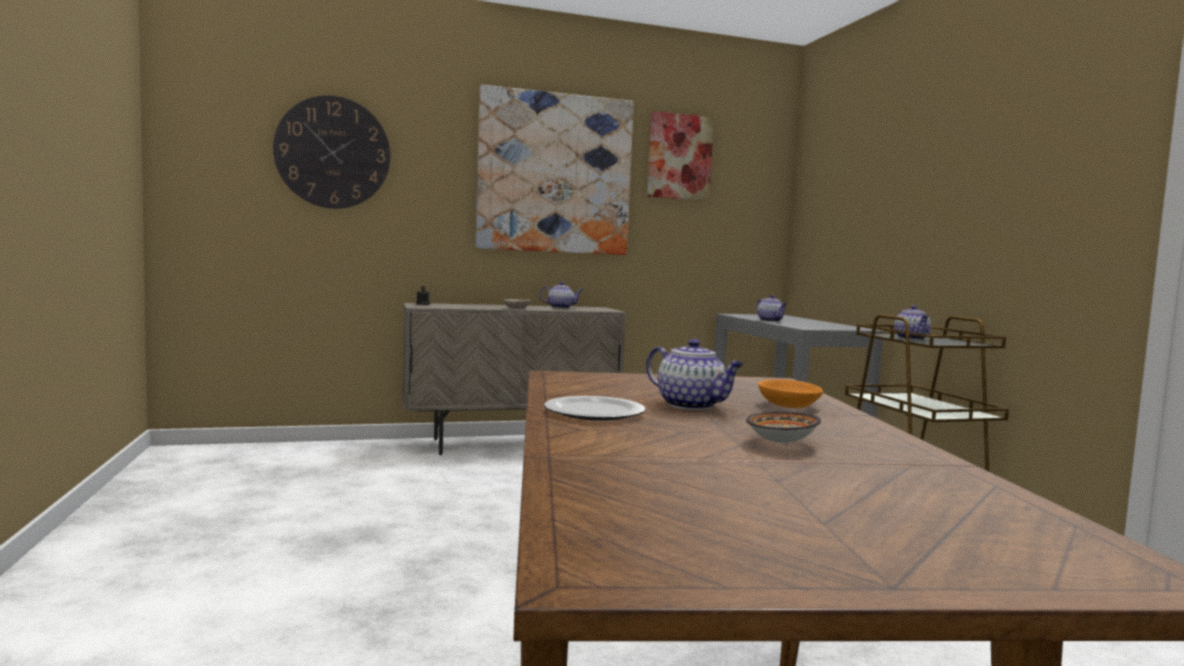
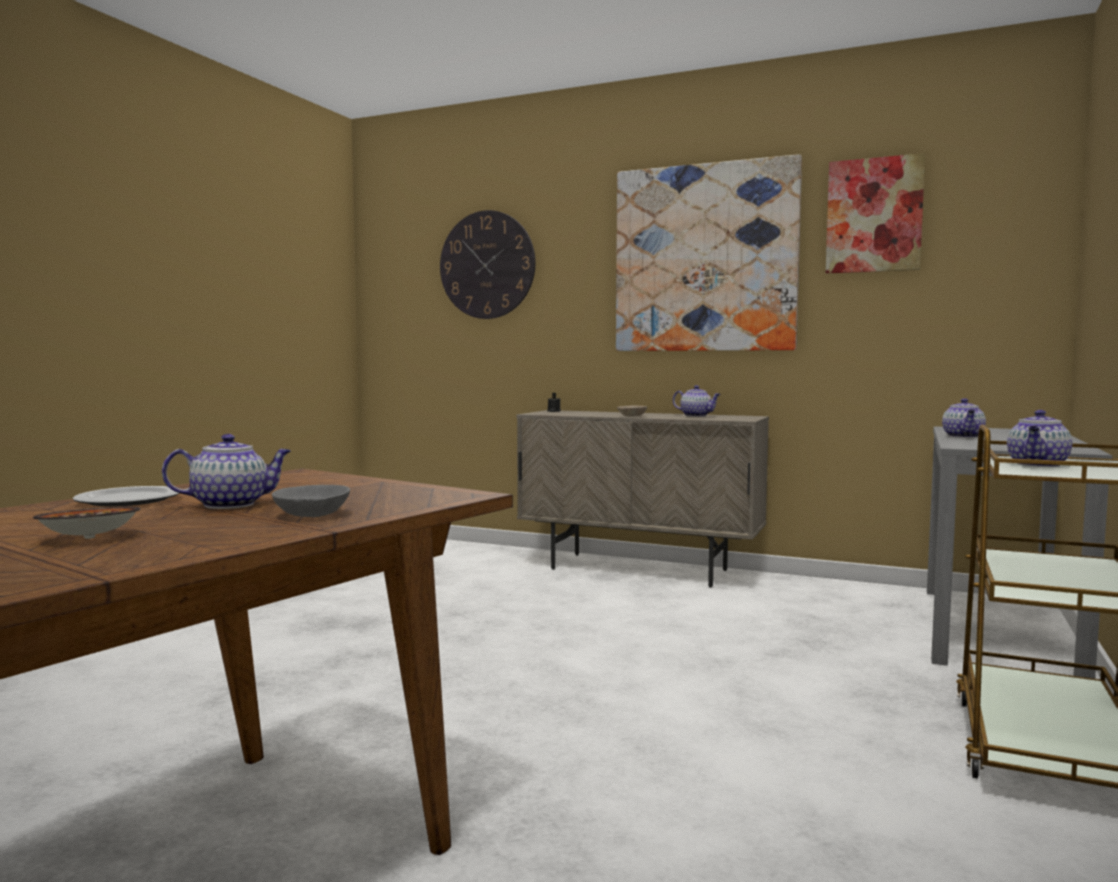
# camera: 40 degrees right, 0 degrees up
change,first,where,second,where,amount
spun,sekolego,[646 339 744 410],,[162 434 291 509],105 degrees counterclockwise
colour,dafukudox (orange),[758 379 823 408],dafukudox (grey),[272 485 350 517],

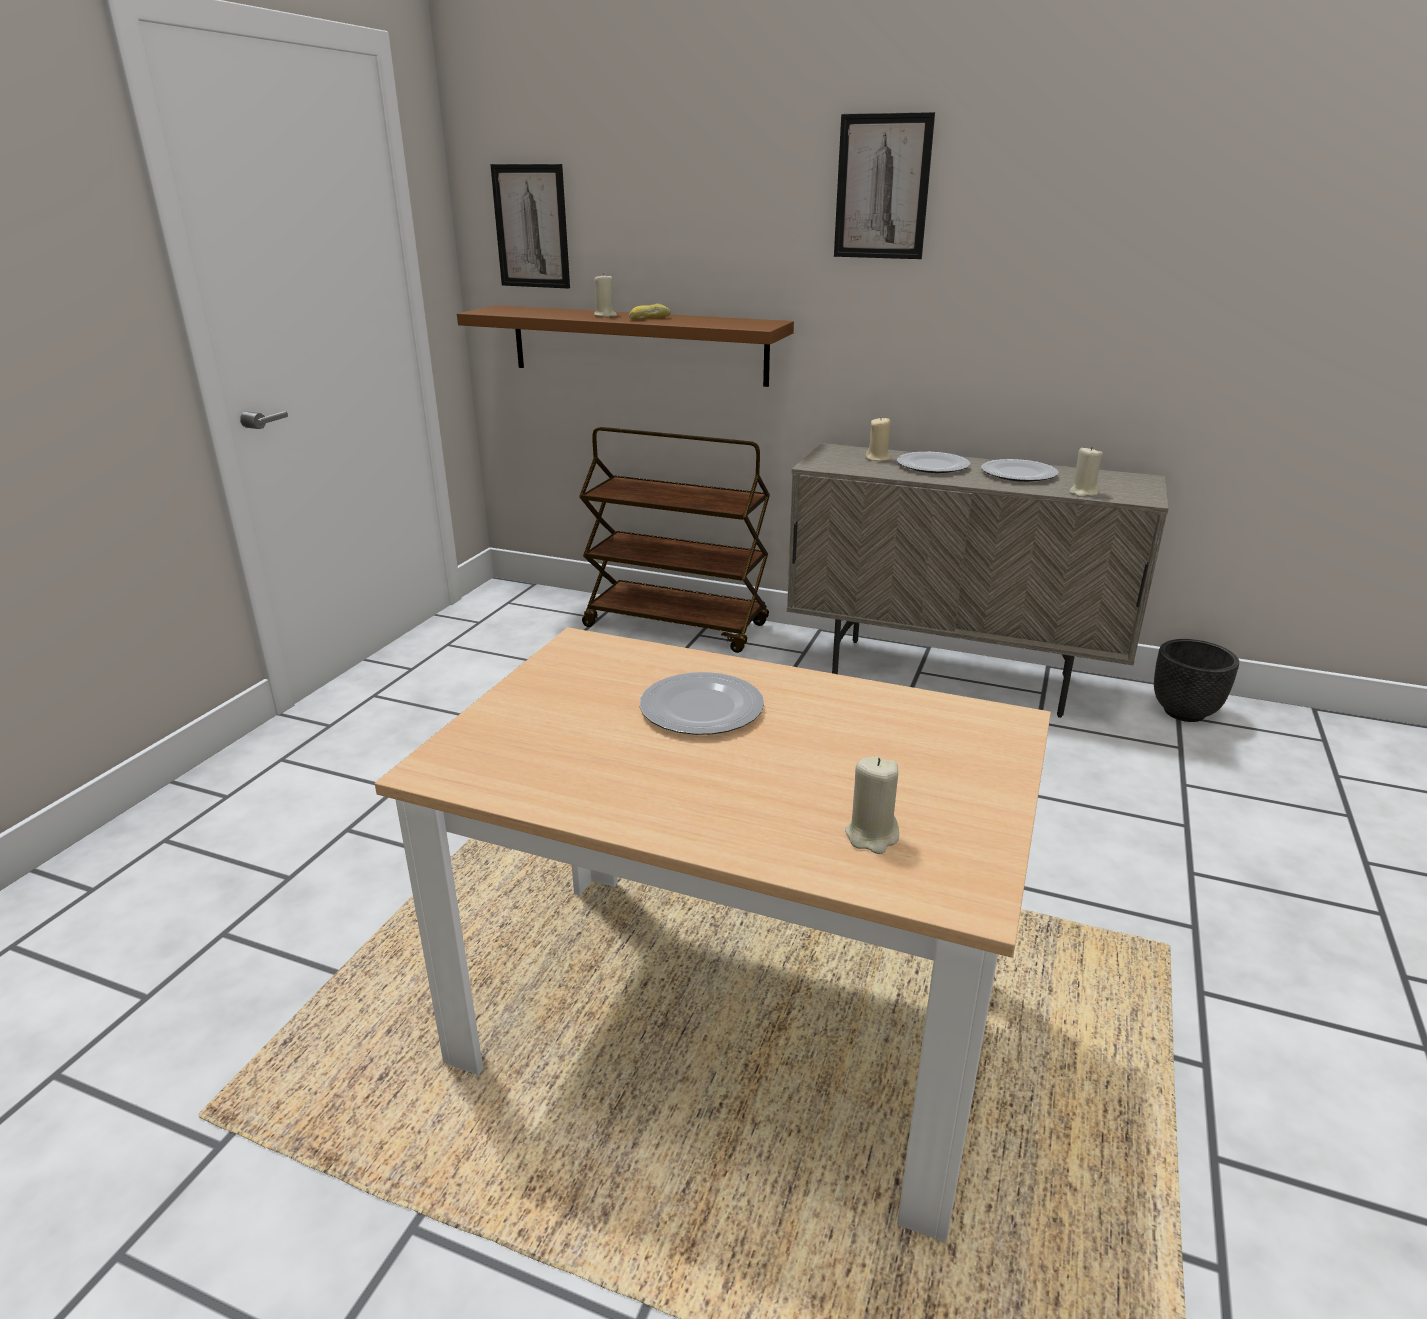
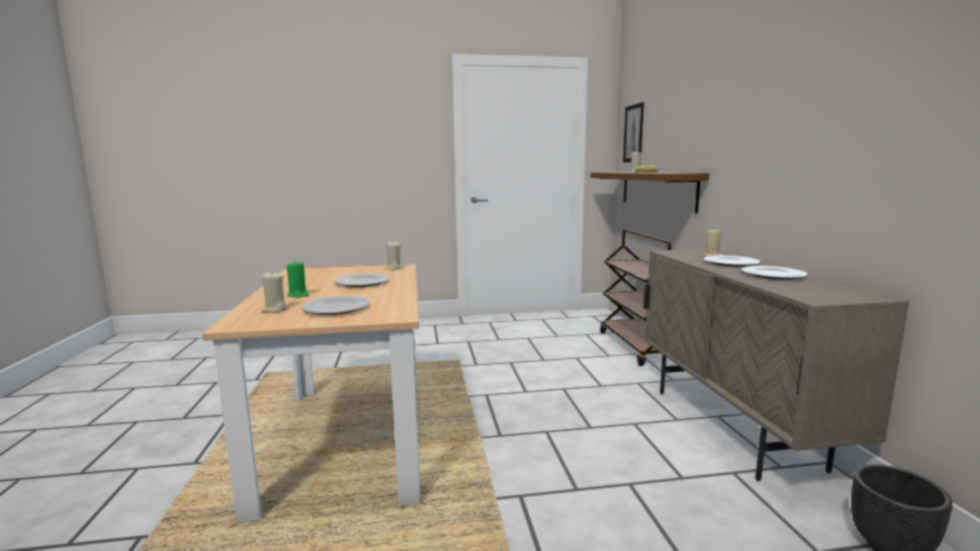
# camera: 60 degrees right, 15 degrees down
change,first,where,second,where,amount
appeared,,,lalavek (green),[287 260 309 298],
appeared,,,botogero,[301 296 370 315],
relocated,lalavek (beige),[1069 446 1103 497],,[385 241 403 270],
missing,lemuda,[834 112 935 259],,,

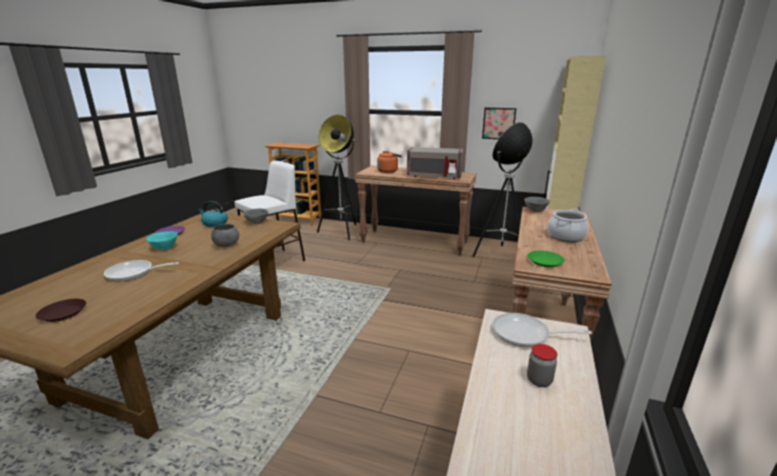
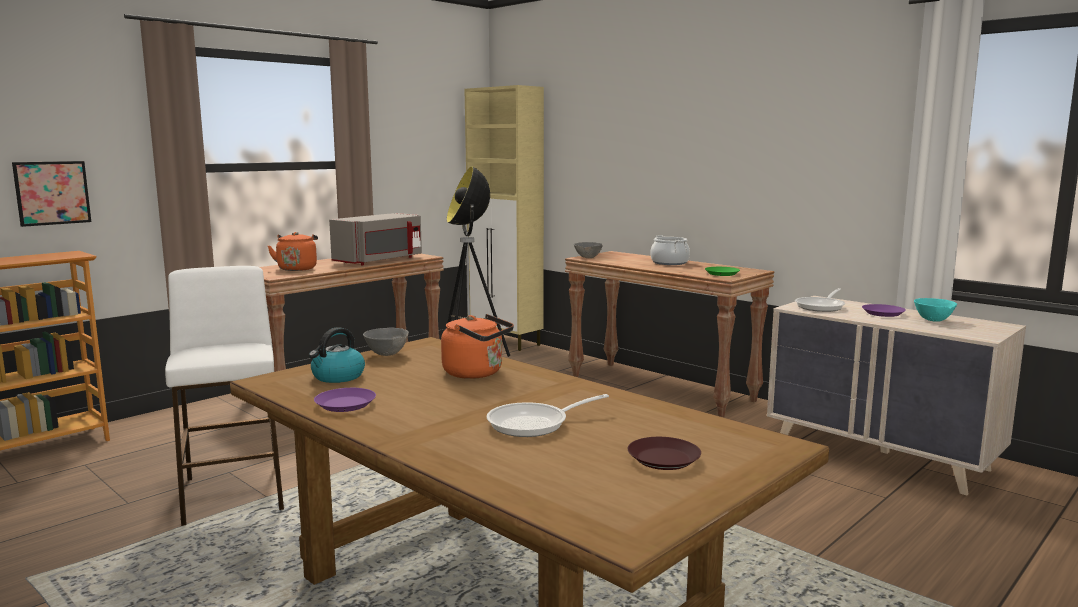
# camera: 65 degrees left, 10 degrees down
change,first,where,second,where,amount
relocated,lemuda,[482 108 516 139],,[12 161 91 227],
exchanged,dafukudox (grey),[211 224 239 247],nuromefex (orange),[441 314 514 379],
spun,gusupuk,[104 260 179 281],,[487 394 609 437],45 degrees clockwise
exchanged,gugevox,[527 344 557 387],botogero (purple),[862 304 906 317],
relocated,dafukudox (turquoise),[146 231 177 250],,[914 298 957 322],
missing,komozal,[317 115 356 240],,,

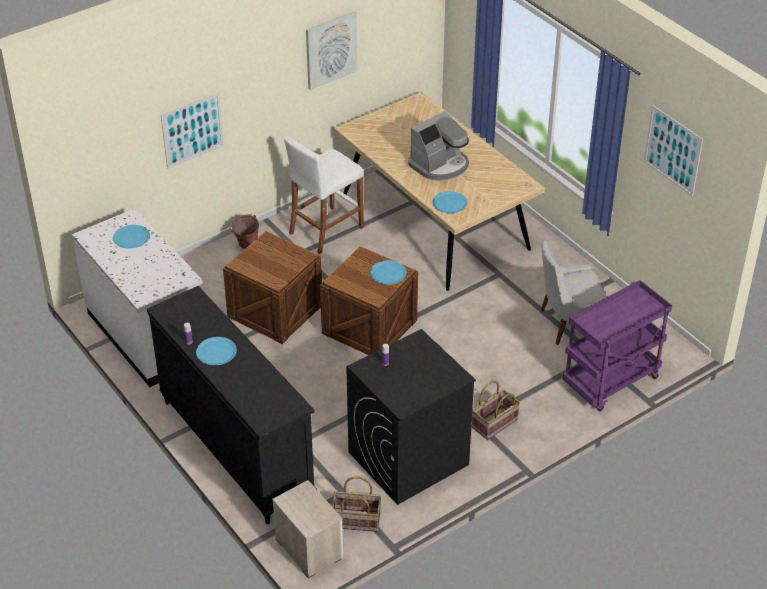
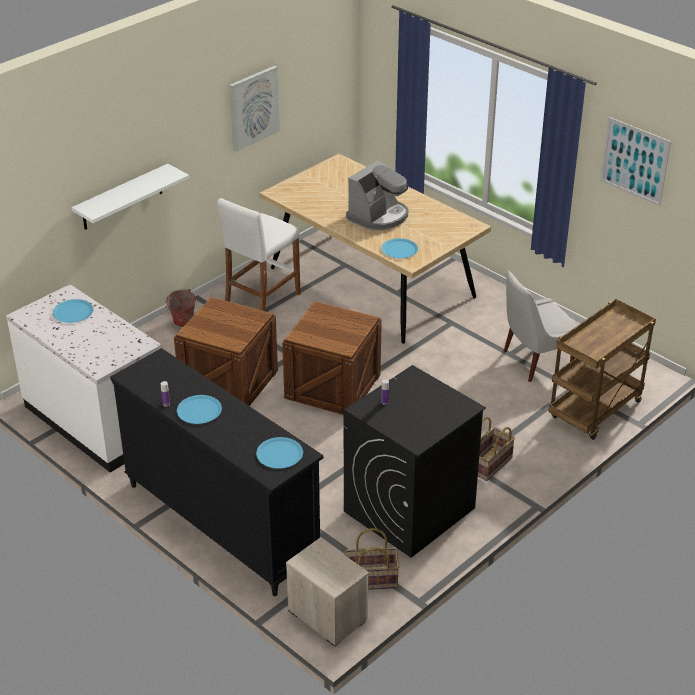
# camera: 10 degrees left, 5 degrees down
change,first,where,second,where,amount
exchanged,lemuda,[161 92 224 169],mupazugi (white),[72 164 189 230],
relocated,botogero (blue),[370 260 407 284],,[256 437 303 469],
colour,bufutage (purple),[562 280 672 411],bufutage (brown),[548 299 656 440],

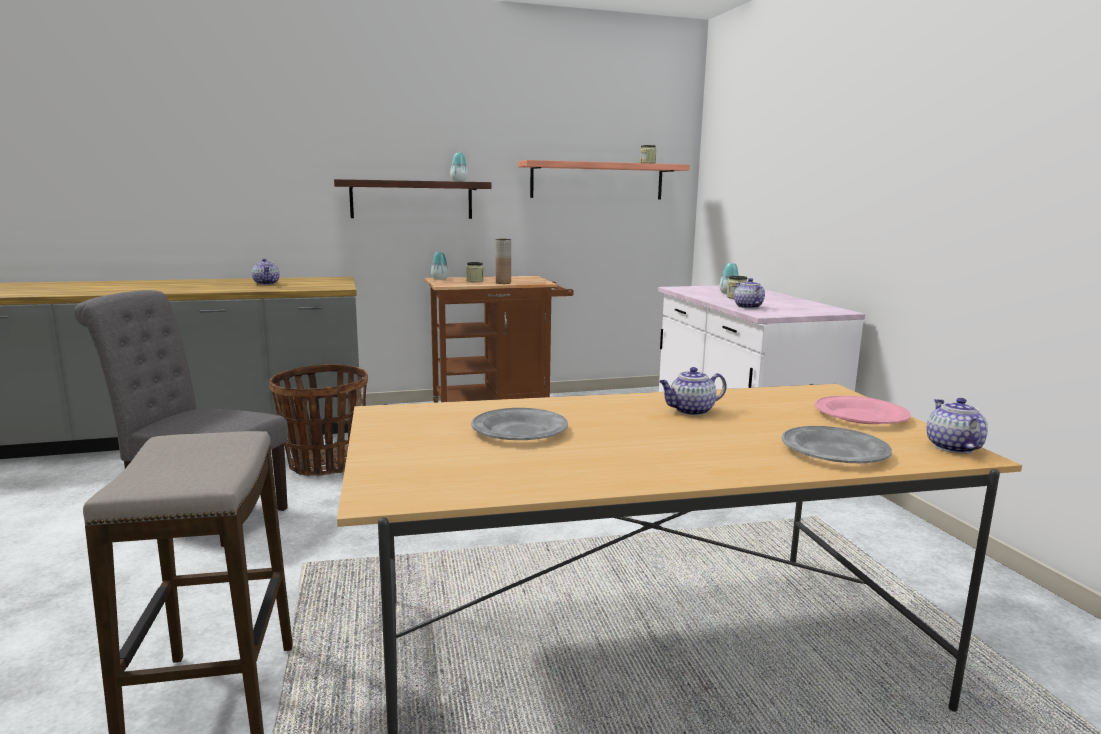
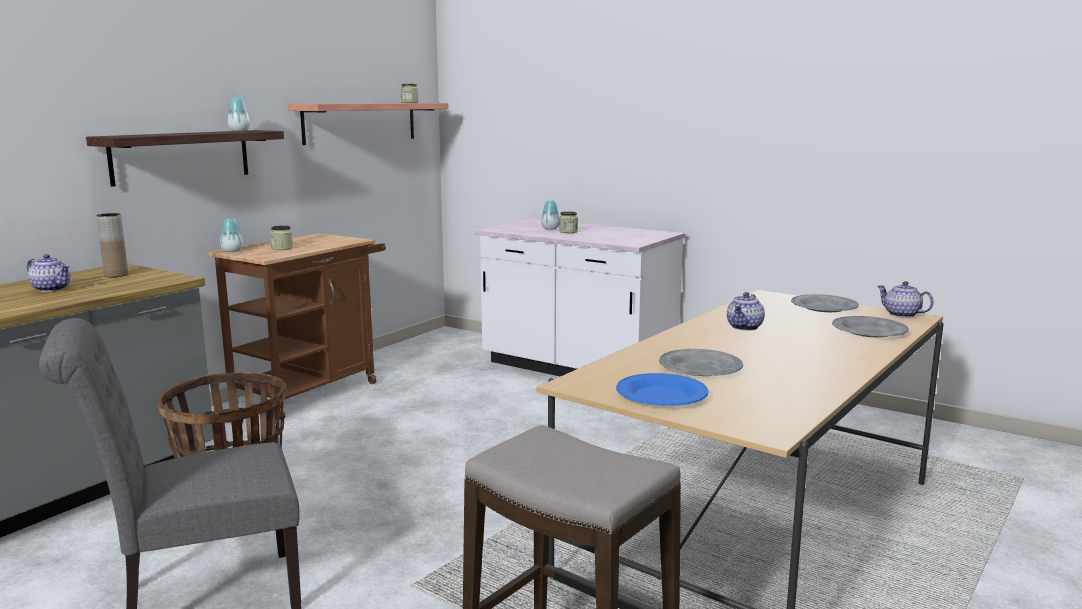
# camera: 40 degrees left, 0 degrees up
change,first,where,second,where,amount
relocated,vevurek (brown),[496 239 511 284],,[96 213 128 277],
appeared,,,botogero (blue),[616 373 708 406],
colour,botogero (pink),[815 396 911 424],botogero (grey),[791 294 859 312],
missing,sekolego,[734 278 765 309],,,

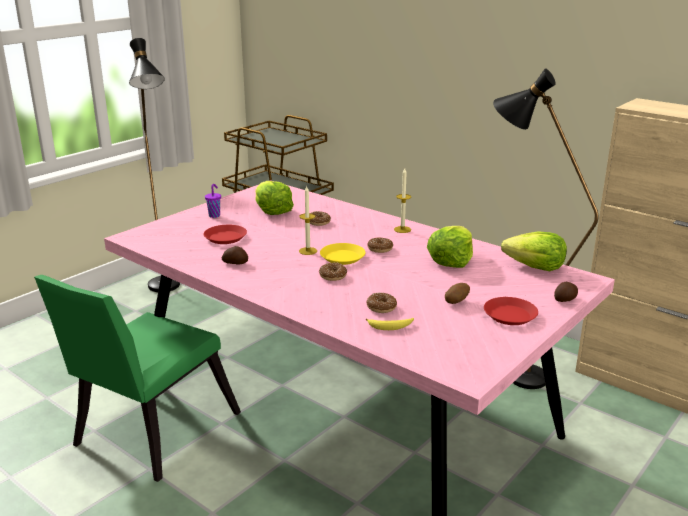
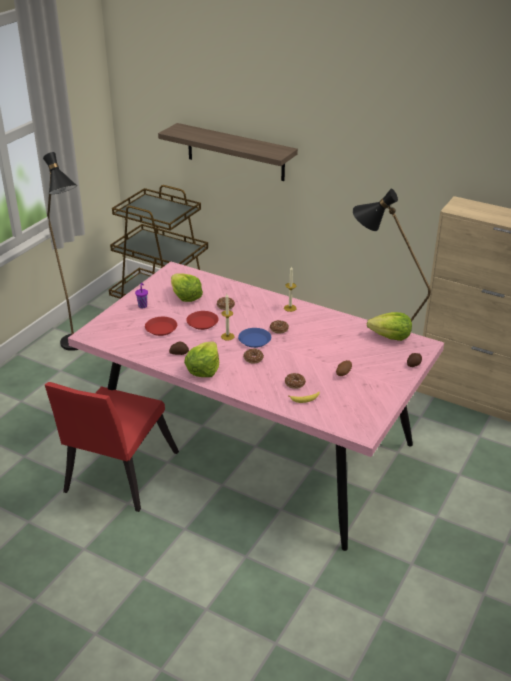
# camera: 10 degrees left, 10 degrees up
change,first,where,second,where,amount
colour,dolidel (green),[34 275 241 482],dolidel (red),[45 382 179 512],
appeared,,,mupazugi,[158 123 298 181],
relocated,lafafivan,[427 226 473 268],,[184 341 219 377],
relocated,botogero (red),[484 297 538 325],,[186 311 219 330],
colour,botogero (yellow),[320 243 366 265],botogero (blue),[238 328 271 348],

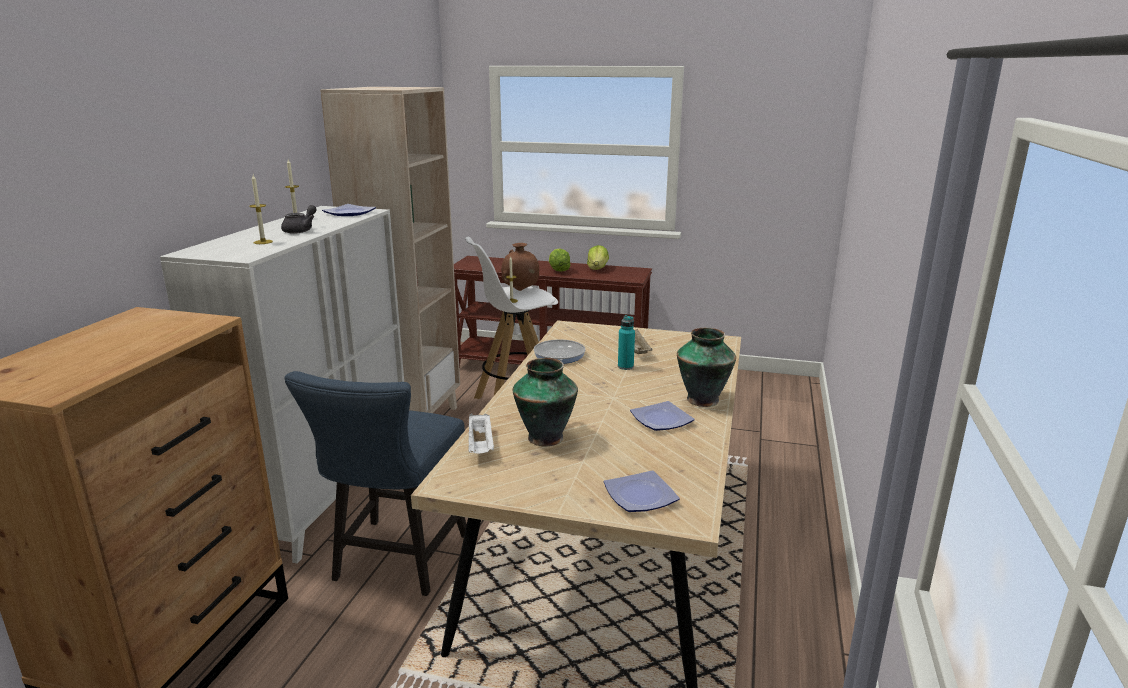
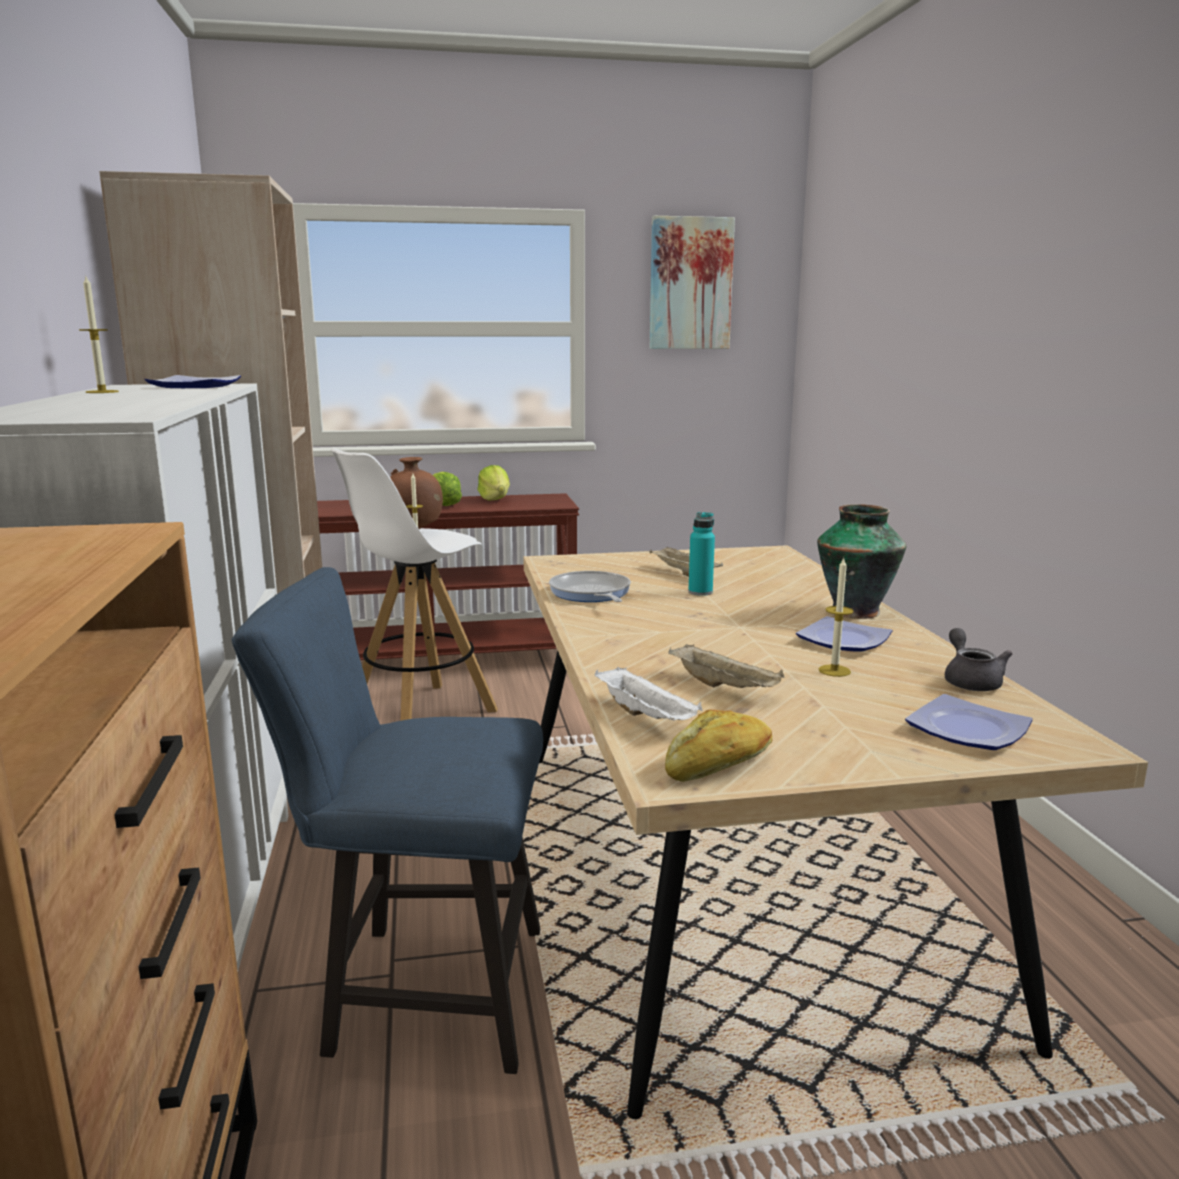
# camera: 25 degrees left, 5 degrees down
change,first,where,second,where,amount
spun,dolidel (blue),[284 371 467 596],,[232 567 543 1074],105 degrees clockwise
appeared,,,lemuda,[650 216 735 349],
appeared,,,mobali,[665 710 772 782],
exchanged,vevurek,[513 358 578 446],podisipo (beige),[668 644 784 688],
relocated,lalavek,[249 175 273 244],,[819 557 854 677],
relocated,sekolego (grey),[281 205 317 234],,[945 628 1012 691],

